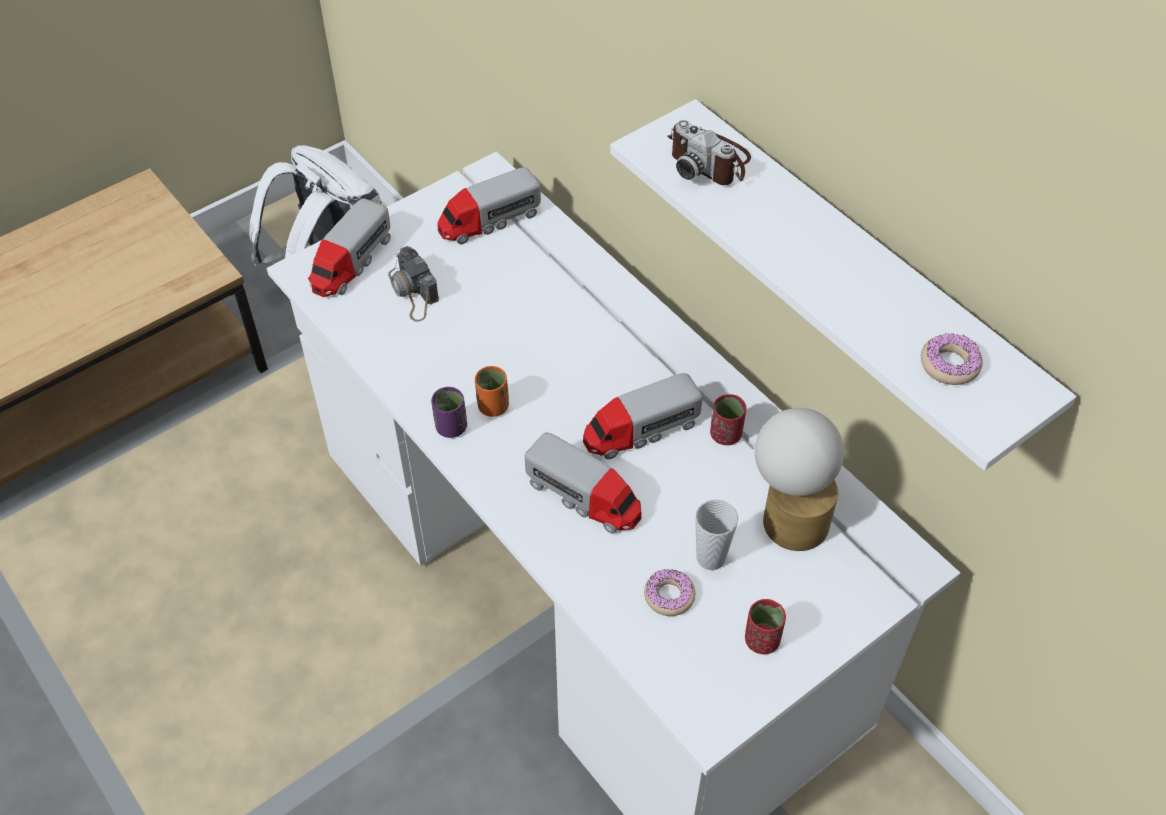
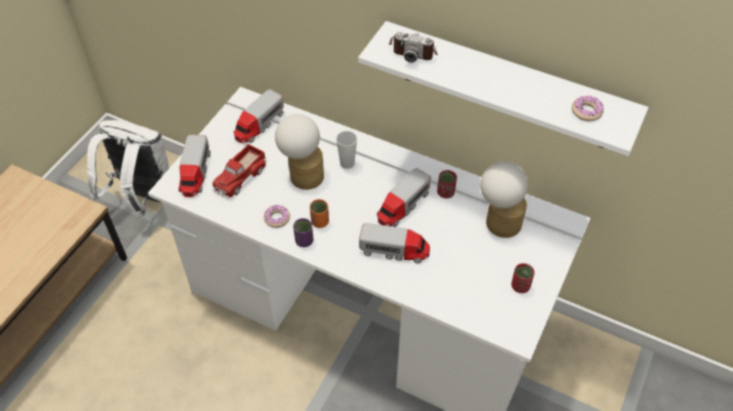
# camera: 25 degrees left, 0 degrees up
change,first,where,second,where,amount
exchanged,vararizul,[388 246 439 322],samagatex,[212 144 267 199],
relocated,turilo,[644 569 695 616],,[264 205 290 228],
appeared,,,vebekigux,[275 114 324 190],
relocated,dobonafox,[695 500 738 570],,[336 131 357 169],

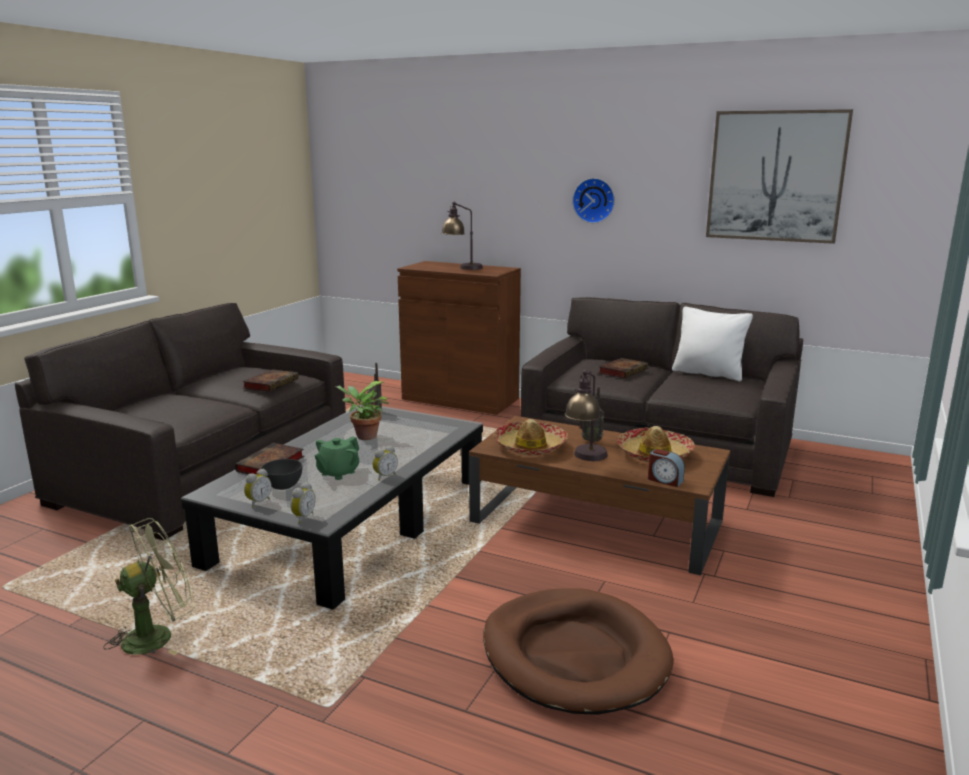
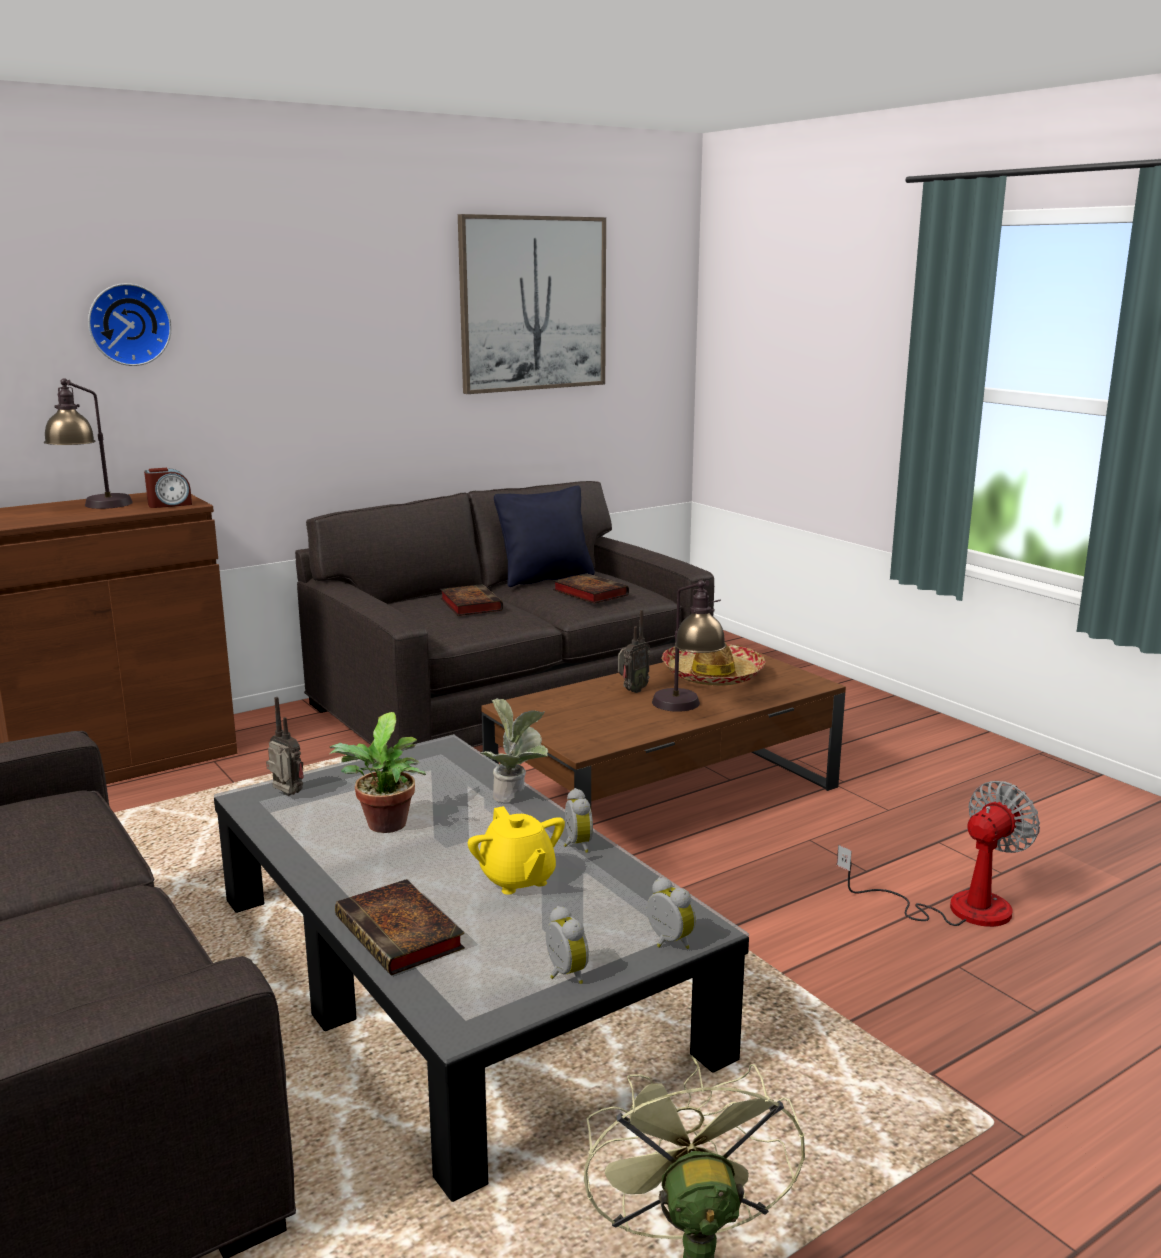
# camera: 60 degrees left, 0 degrees up
change,first,where,second,where,amount
relocated,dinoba,[572 178 615 223],,[88 283 172 366],
relocated,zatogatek,[648 449 685 487],,[144 468 192 508],
colour,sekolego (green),[314 436 359 480],sekolego (yellow),[468 806 565 894],
appeared,,,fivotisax,[480 698 548 802],
colour,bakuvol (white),[672 306 753 381],bakuvol (black),[494 486 595 587],
relocated,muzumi,[242 369 299 392],,[553 573 629 604],
exchanged,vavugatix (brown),[483 588 674 715],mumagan,[837 781 1040 927],
missing,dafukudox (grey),[261 459 302 490],,,
missing,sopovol,[493 419 568 456],,,

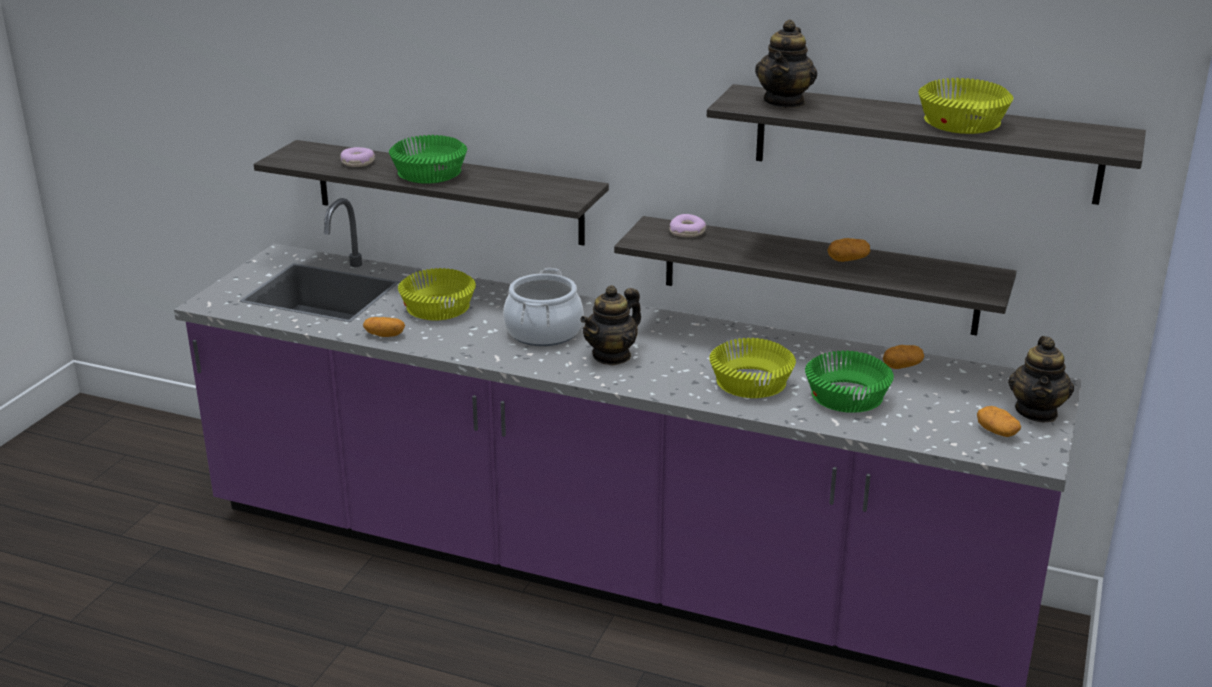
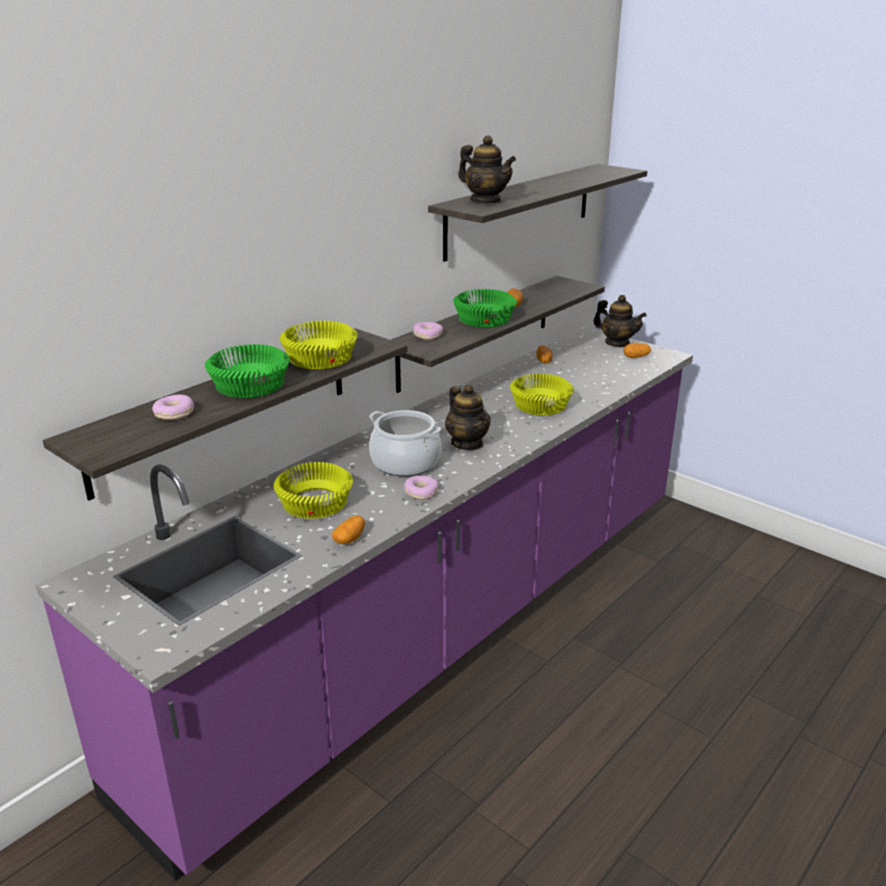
# camera: 70 degrees left, 0 degrees up
change,first,where,second,where,amount
relocated,dafukudox (yellow),[918 78 1013 134],,[279 321 358 370],
appeared,,,turilo,[404 476 439 500],
relocated,dafukudox (green),[805 350 894 413],,[453 289 517 328],

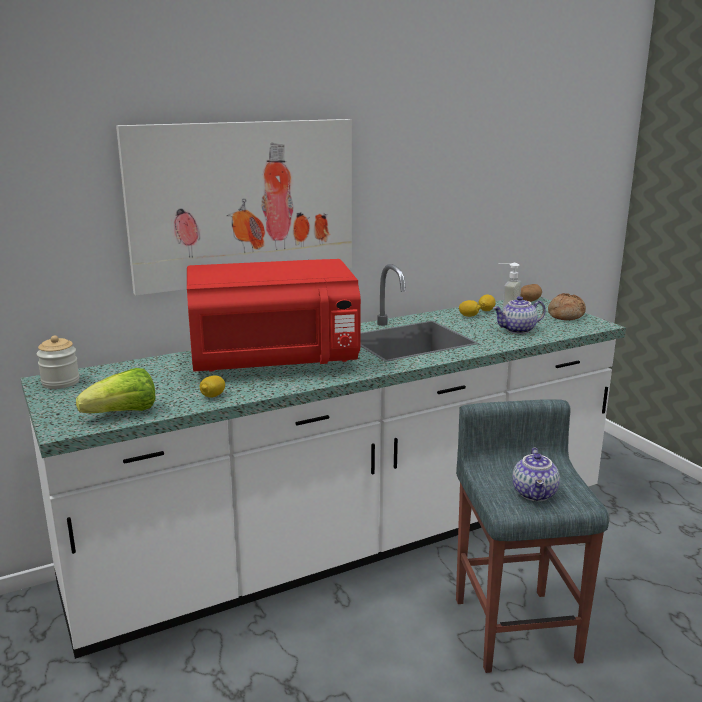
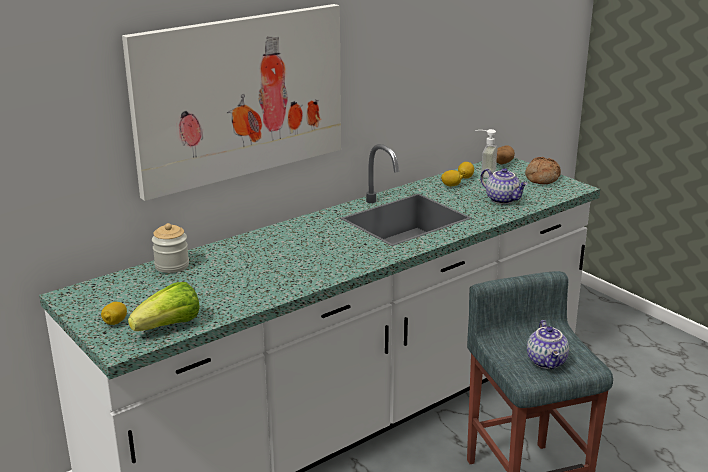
# camera: 10 degrees left, 5 degrees up
change,first,where,second,where,amount
relocated,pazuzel,[200 375 225 398],,[101 302 127 325],
relocated,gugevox,[37 335 80 389],,[152 223 189 273],
spun,sekolego,[493 296 546 334],,[480 168 528 204],105 degrees counterclockwise
missing,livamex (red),[187 259 361 372],,,

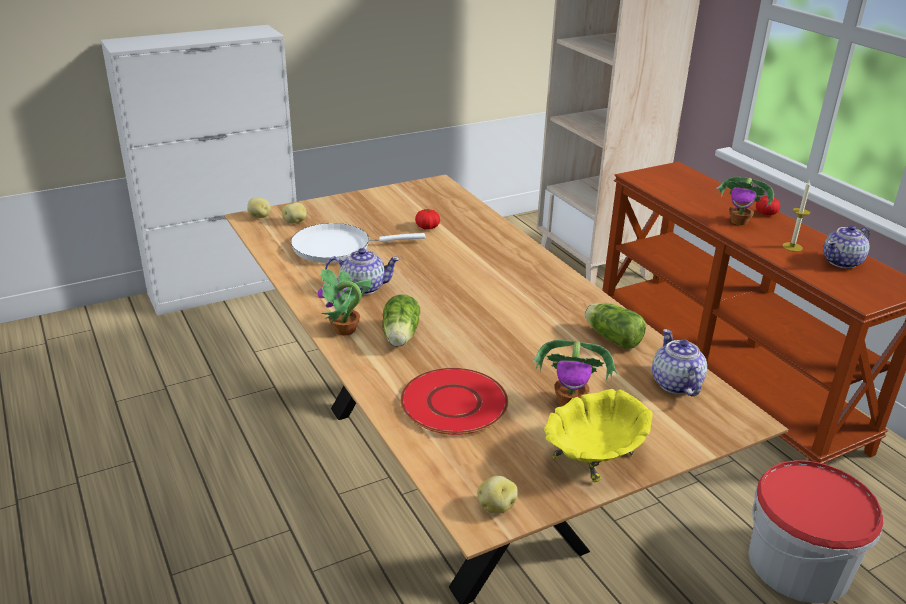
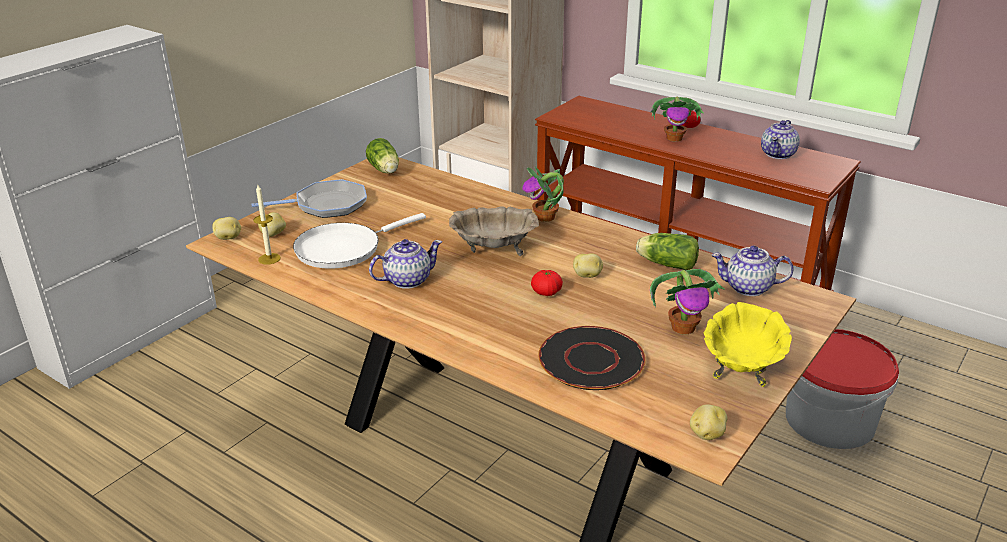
# camera: 25 degrees left, 0 degrees up
change,first,where,second,where,amount
appeared,,,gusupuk,[252 179 367 218],
relocated,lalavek,[782 179 811 252],,[253 185 281 265],
relocated,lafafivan,[382 294 420 347],,[366 138 399 174],
appeared,,,dafukudox (beige),[449 206 539 256],
relocated,fivotisax,[317 268 371 336],,[522 166 564 222],
relocated,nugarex,[415 209 440 230],,[531 270 563 296],
colour,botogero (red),[400 368 508 435],botogero (black),[538 326 646 390],
appeared,,,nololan,[573 253 603 278],
spun,sekolego,[652 329 707 396],,[712 245 794 296],45 degrees counterclockwise

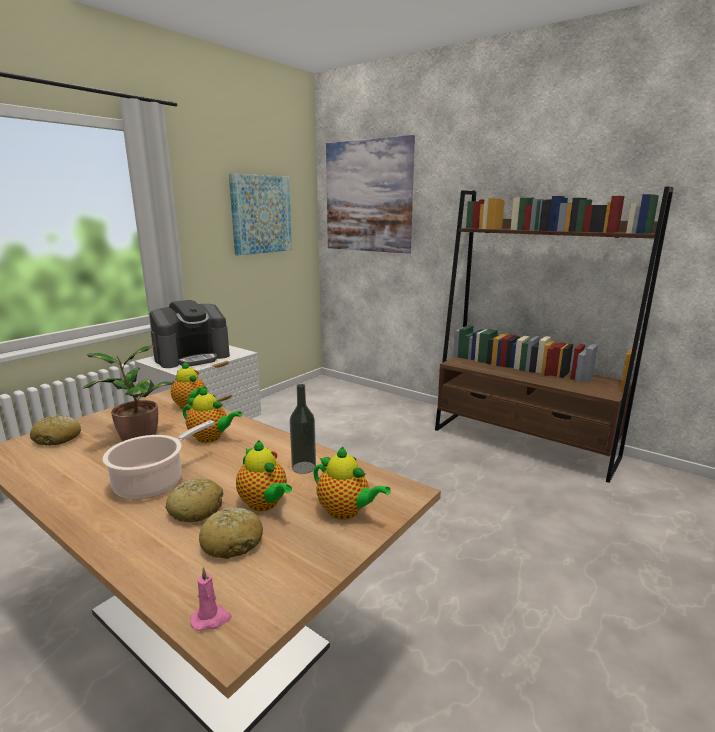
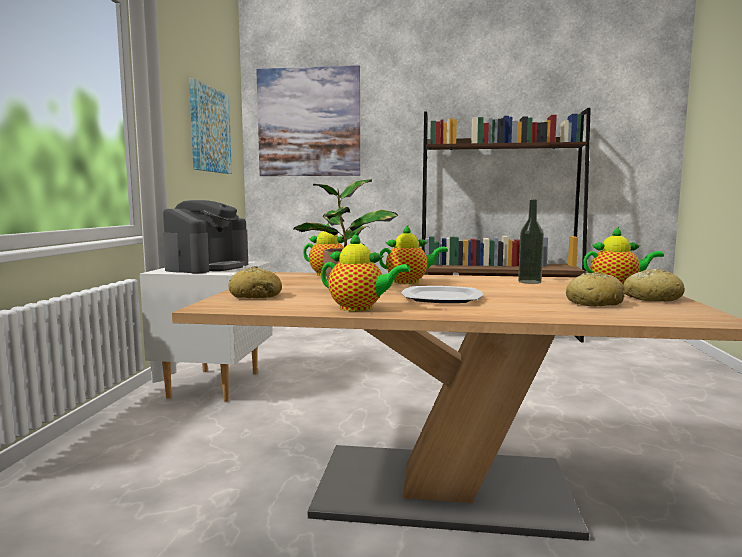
# camera: 30 degrees left, 10 degrees down
change,first,where,second,where,amount
relocated,sekolego,[236 440 292 511],,[321 233 411 311],
exchanged,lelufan,[102 420 215 499],botogero,[402 286 483 303],
relocated,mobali,[165 479 223 522],,[623 269 685 302],
missing,lalavek (pink),[190 567 232 631],,,

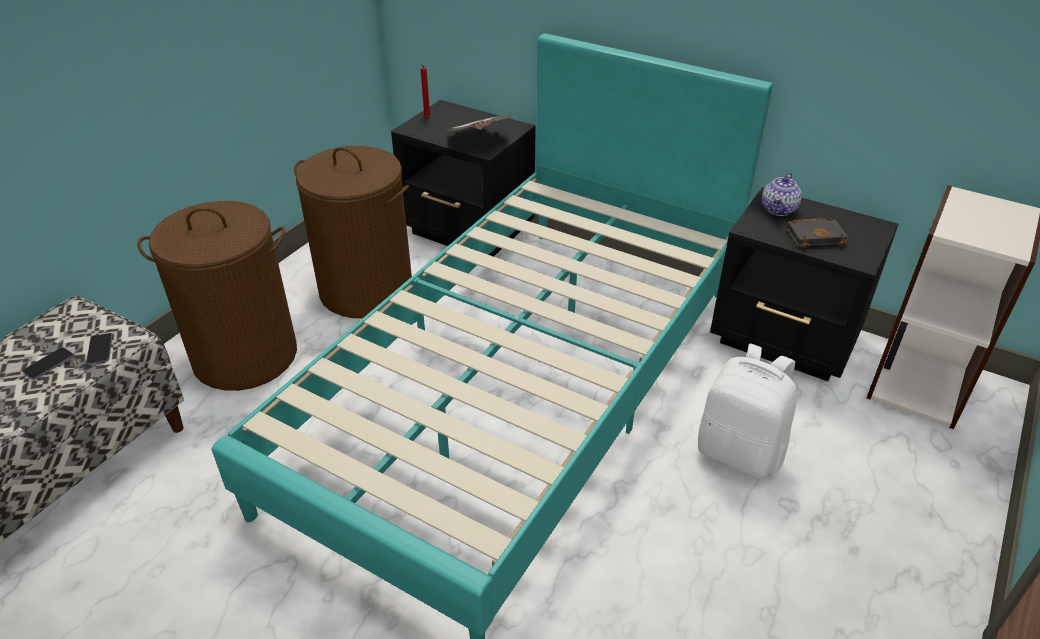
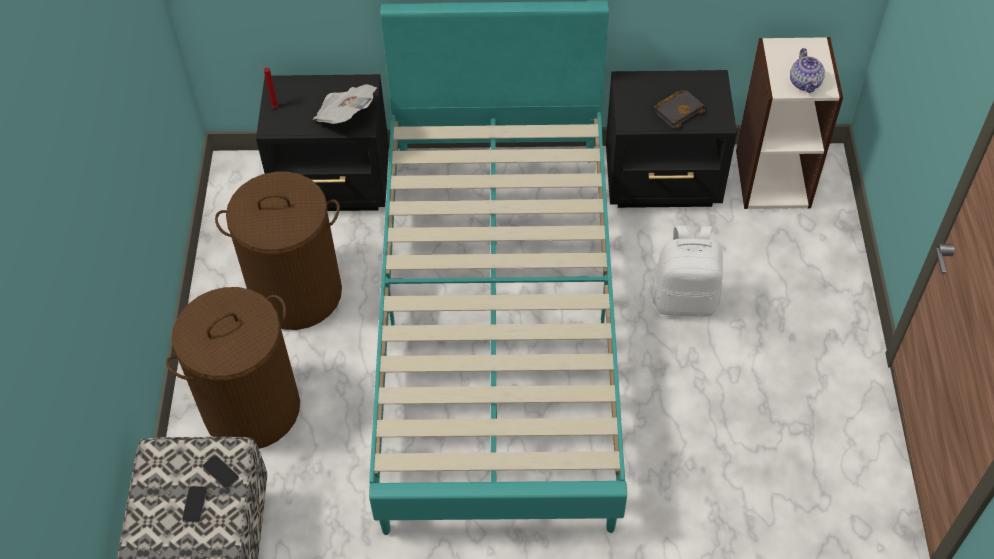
# camera: 30 degrees left, 15 degrees up
change,first,where,second,where,amount
relocated,sekolego,[762 173 802 216],,[790 48 825 93],

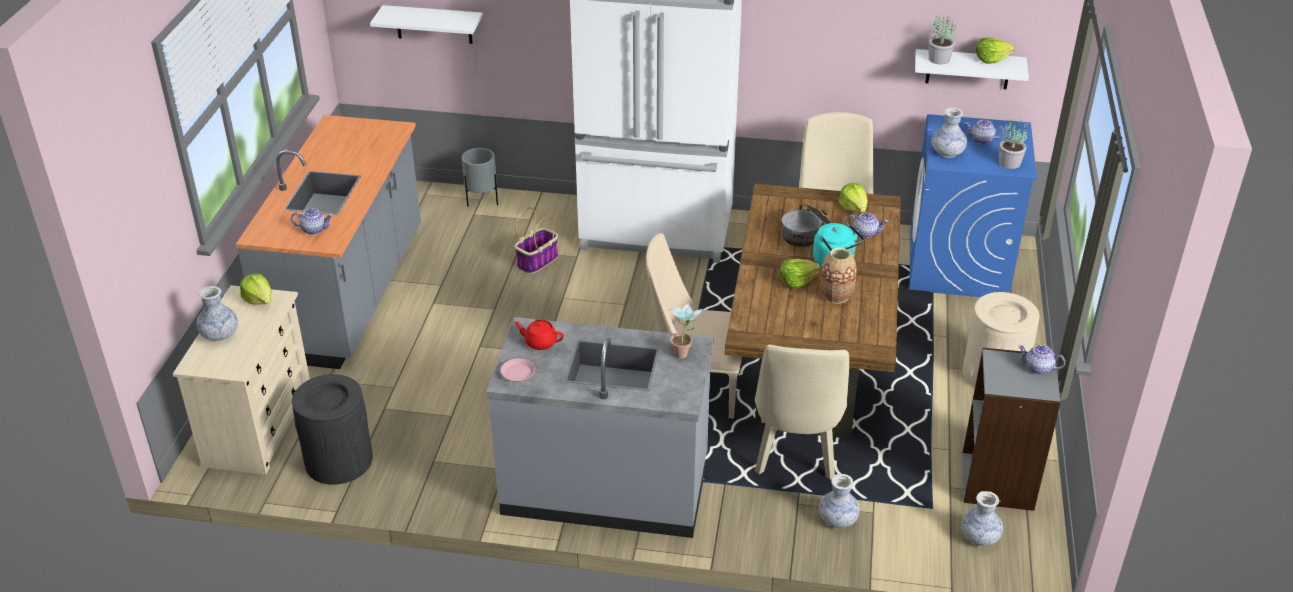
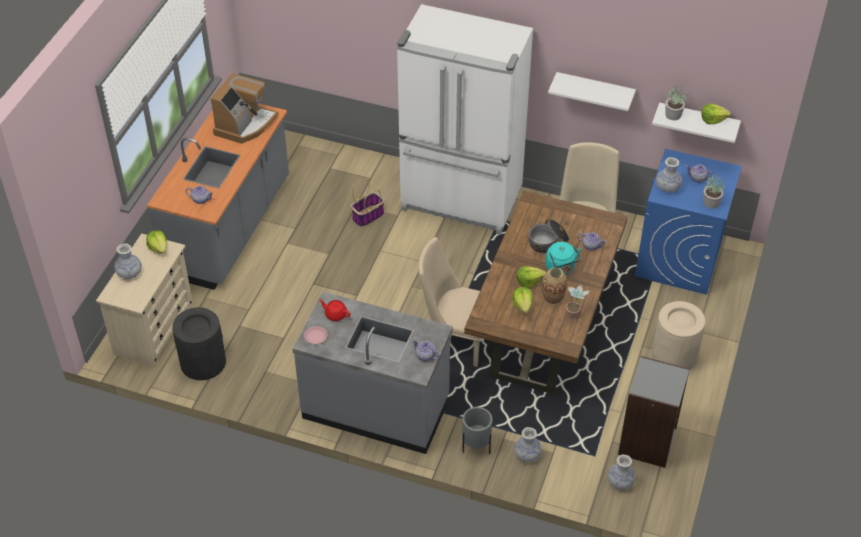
# camera: 10 degrees right, 10 degrees up
change,first,where,second,where,amount
appeared,,,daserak,[211 73 279 144],
relocated,sekolego,[1018 345 1065 375],,[412 339 440 361],
relocated,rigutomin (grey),[462 148 498 207],,[462 407 492 454],
relocated,lafafivan,[839 183 868 212],,[512 287 533 314],
relocated,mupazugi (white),[370 5 483 44],,[548 72 636 111],
relocated,fivotisax,[669 303 703 359],,[566 285 590 319],
missing,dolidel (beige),[755 345 849 480],,,

